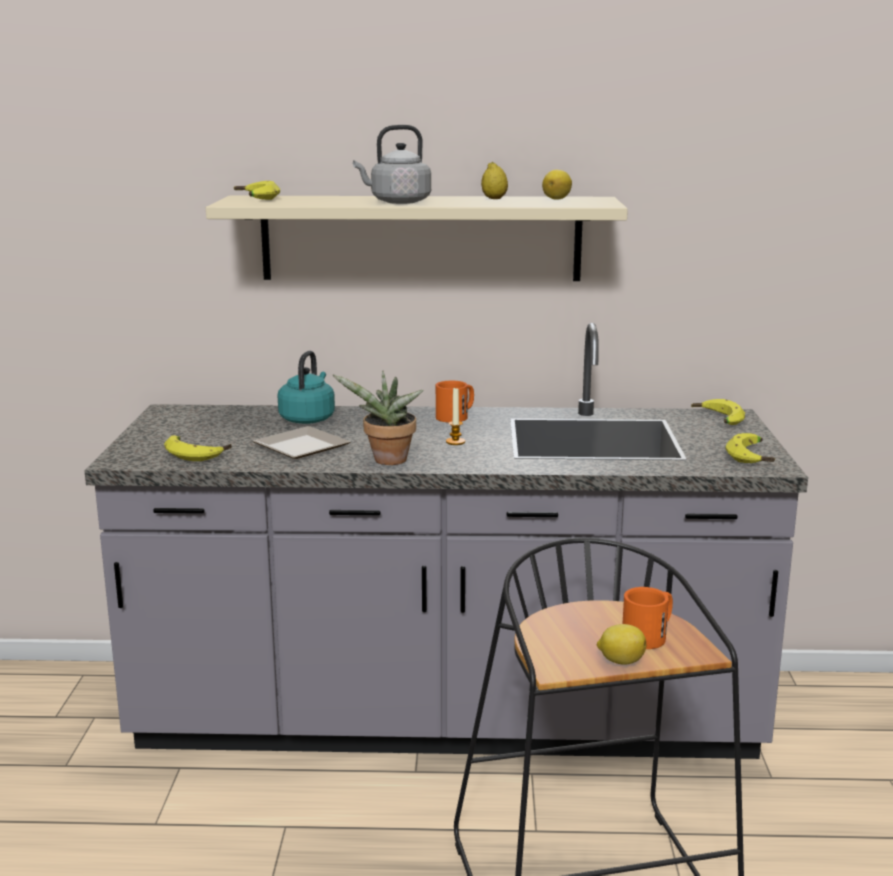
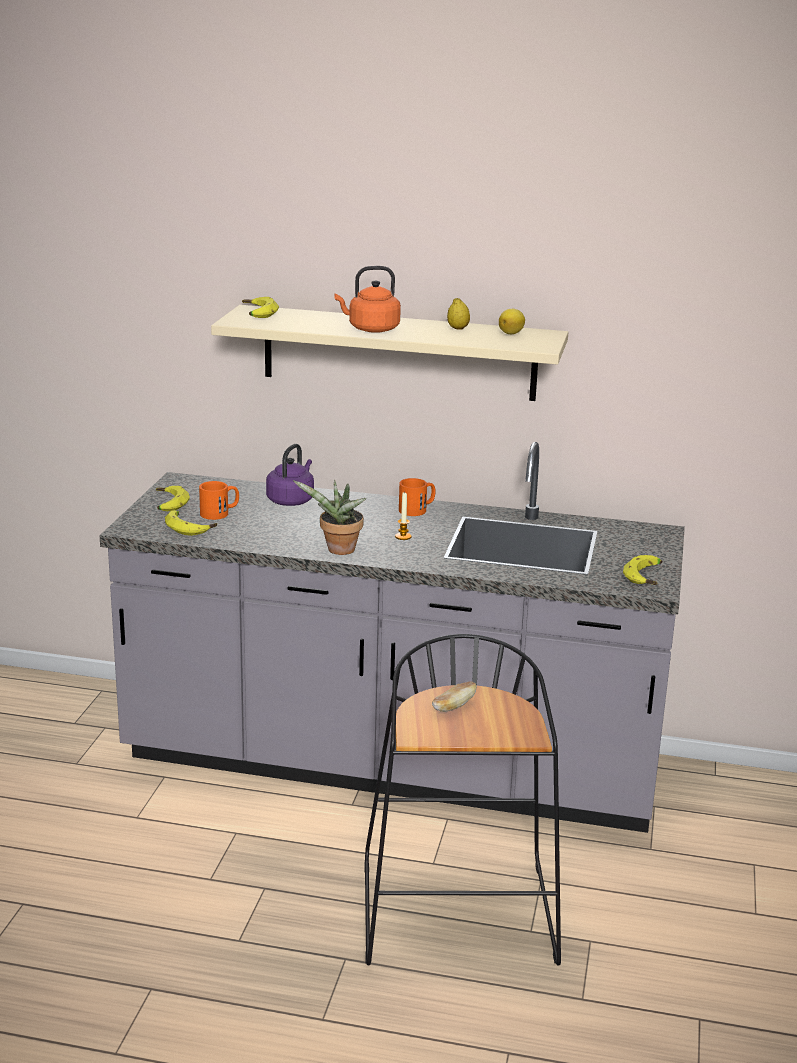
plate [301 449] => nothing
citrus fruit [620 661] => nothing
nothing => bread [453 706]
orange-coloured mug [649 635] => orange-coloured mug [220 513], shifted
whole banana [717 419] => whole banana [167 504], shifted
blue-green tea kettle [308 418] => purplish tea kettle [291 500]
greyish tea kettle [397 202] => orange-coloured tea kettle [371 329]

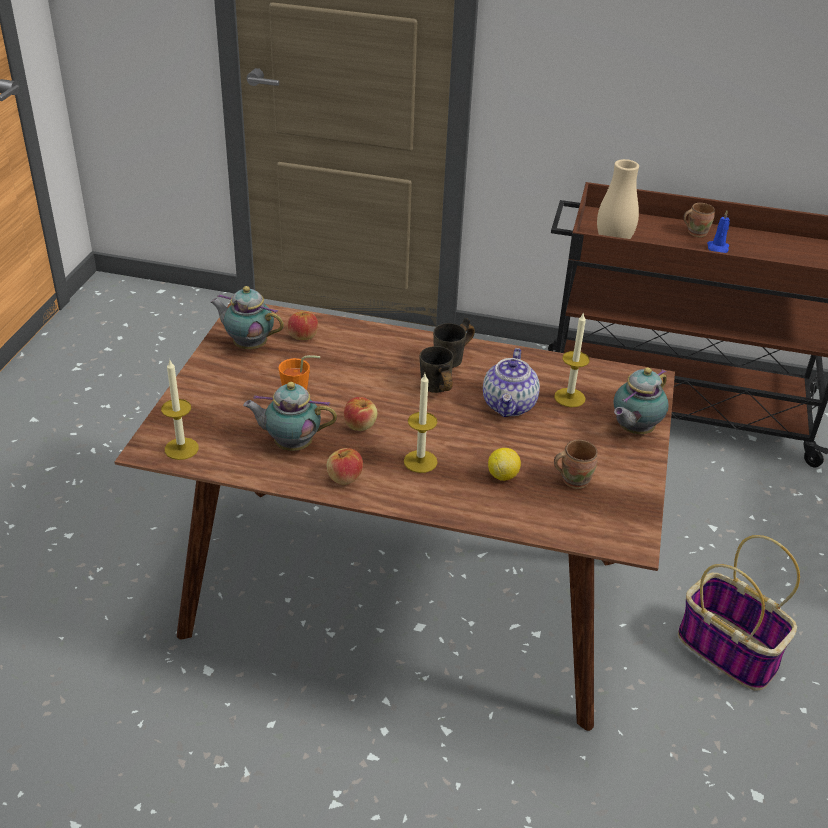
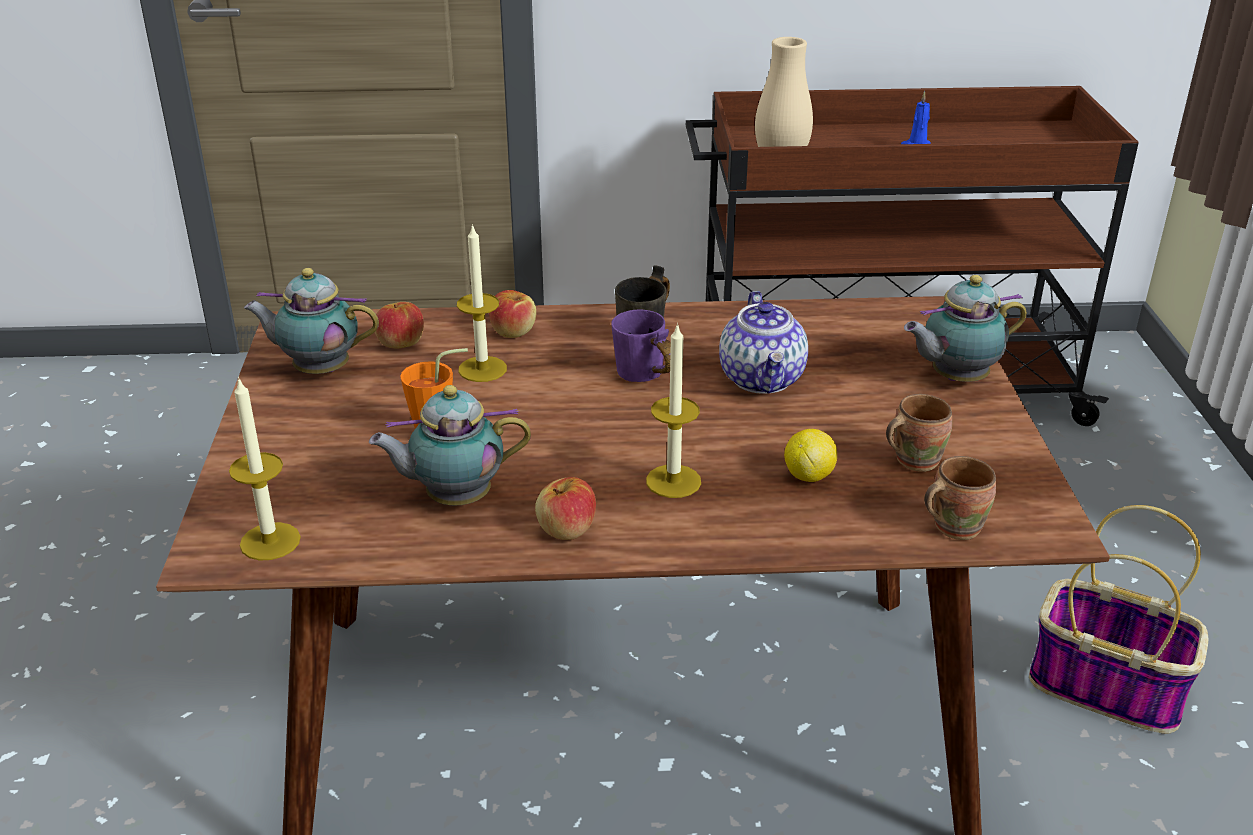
apple [360 425] => apple [513 331], shifted
wax light [569 397] => wax light [482 369], shifted
brown mug [695 232] => brown mug [952 525], shifted
greyish mug [434 391] => purplish mug [641 380]
teapot [633 430] => teapot [955 378], 45 degrees clockwise

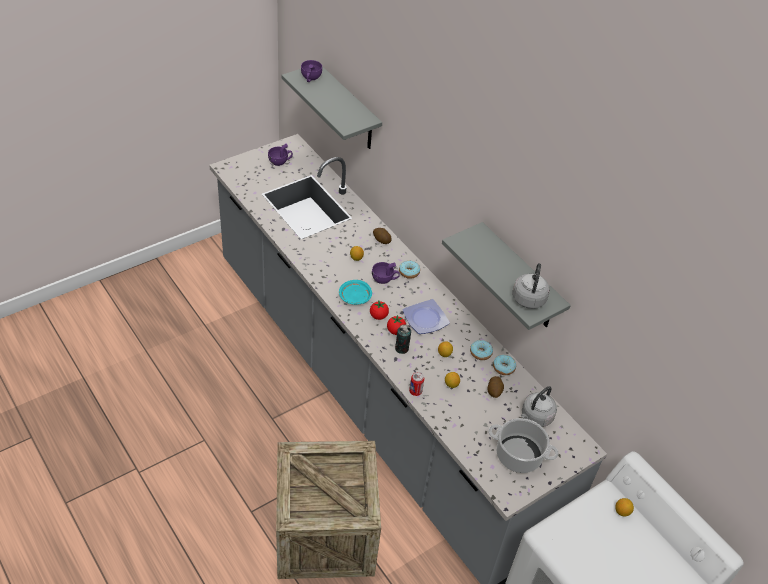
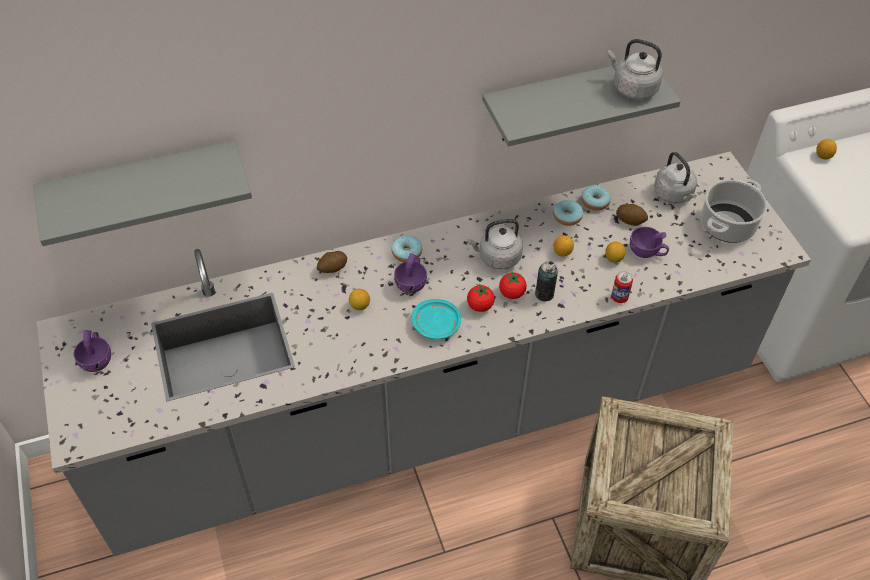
purplish cup [310 78] => purplish cup [647 252], shifted
plate [424 319] => greyish tea kettle [497 257]

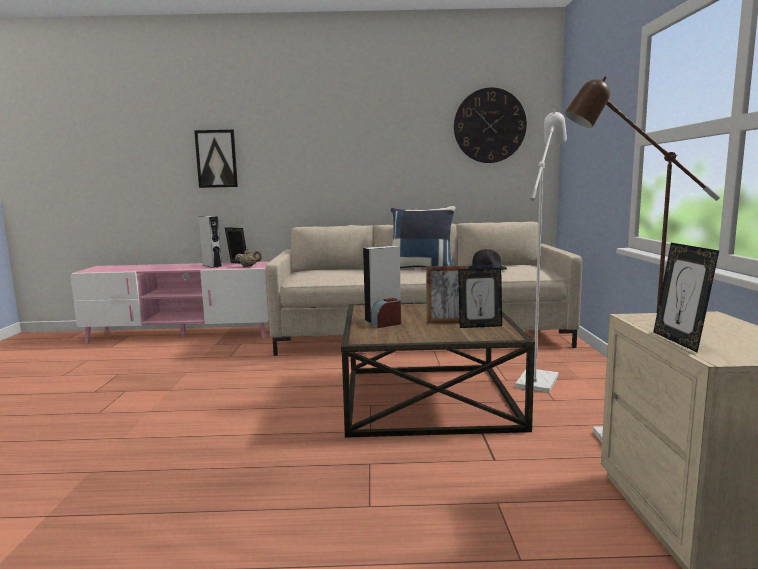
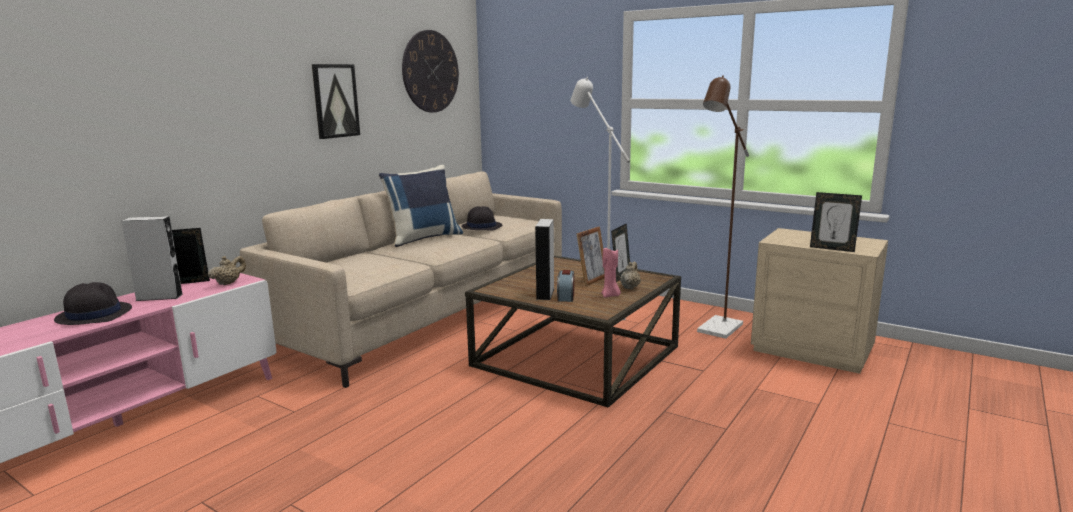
nothing => black-coloured hat [93 314]
nothing => pinkish wax light [610 295]
nothing => beige teapot [630 287]
wall art [216 159] => wall art [335 101], shifted

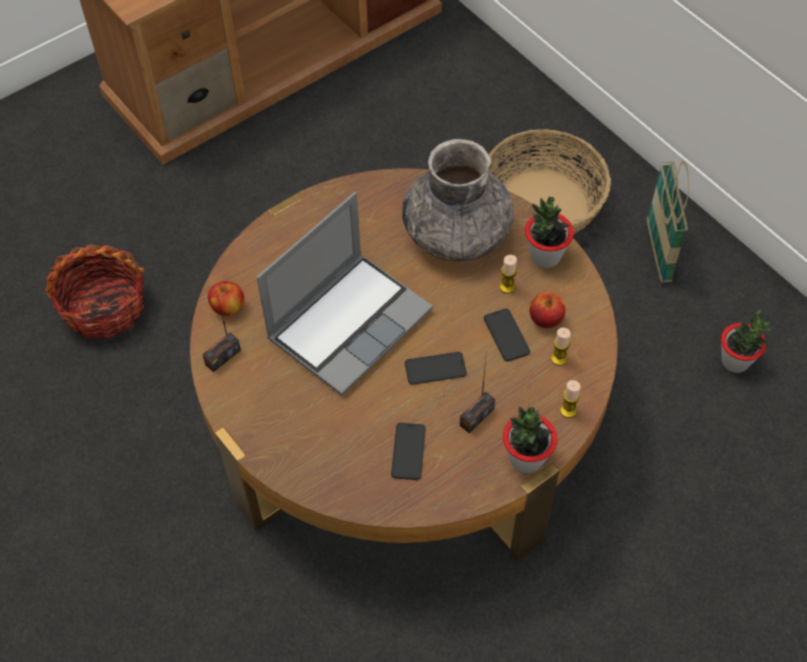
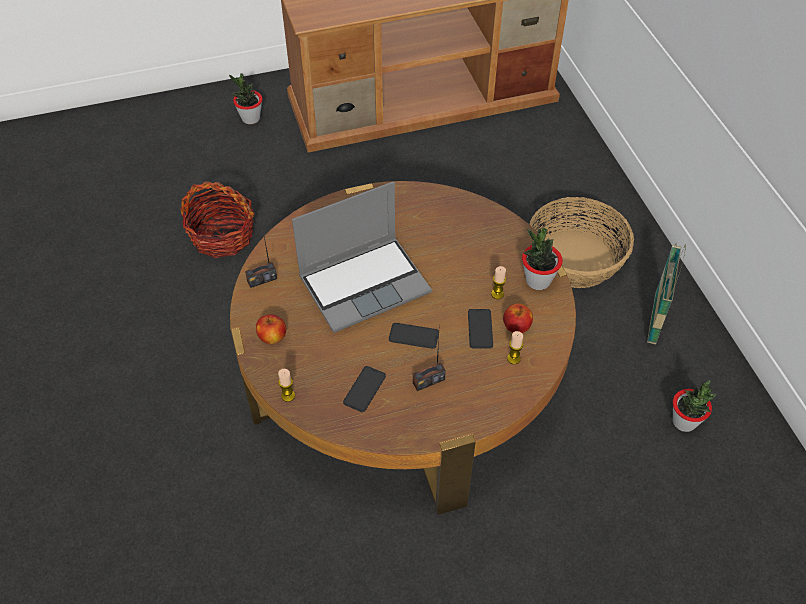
greyish flower vase [457 233] => nothing
apple [228 308] => apple [272 337], shifted
plant in a pot [526 459] => plant in a pot [250 118], shifted
wax light [568 410] => wax light [288 396], shifted

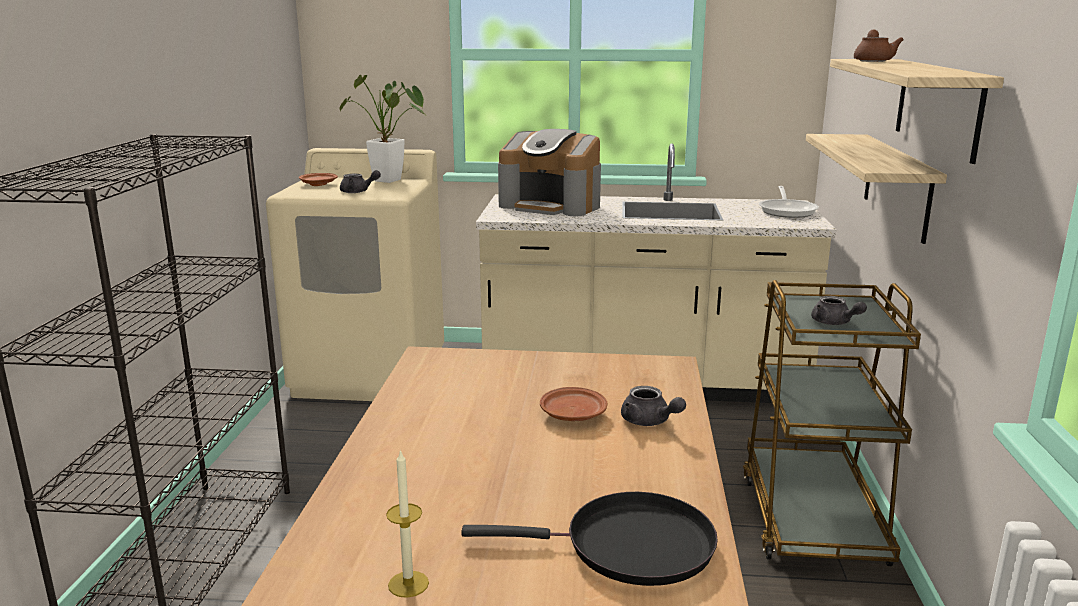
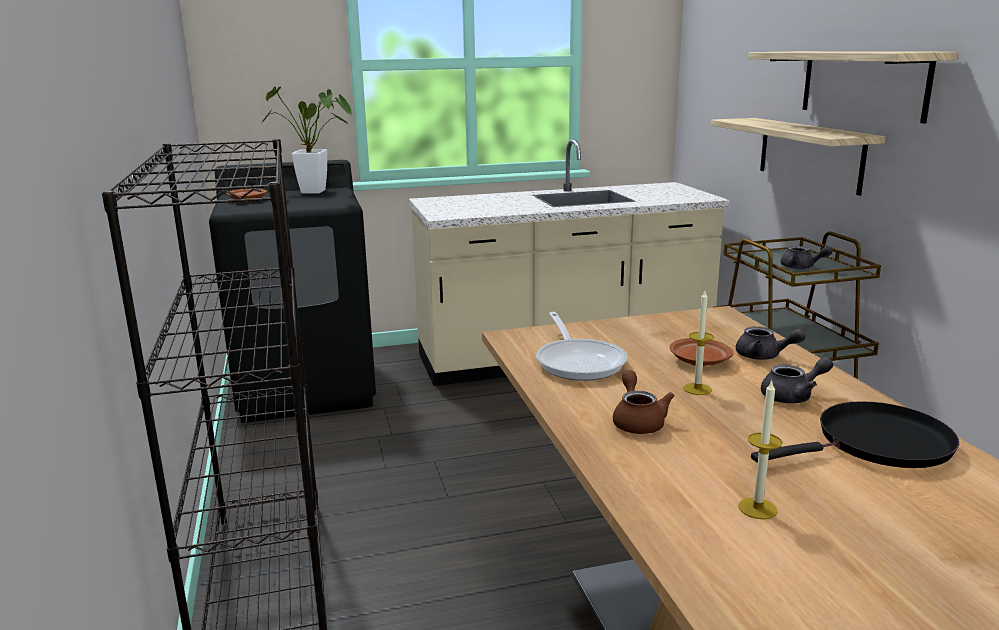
coffee machine [551 206] => nothing
nothing => wax light [697 389]
greyish teapot [358 192] => greyish teapot [793 396], shifted
frying pan [787 211] => frying pan [579 362], shifted
brown teapot [873 60] => brown teapot [637 421], shifted
beige laundry machine [371 373] => black-coloured laundry machine [307 388]

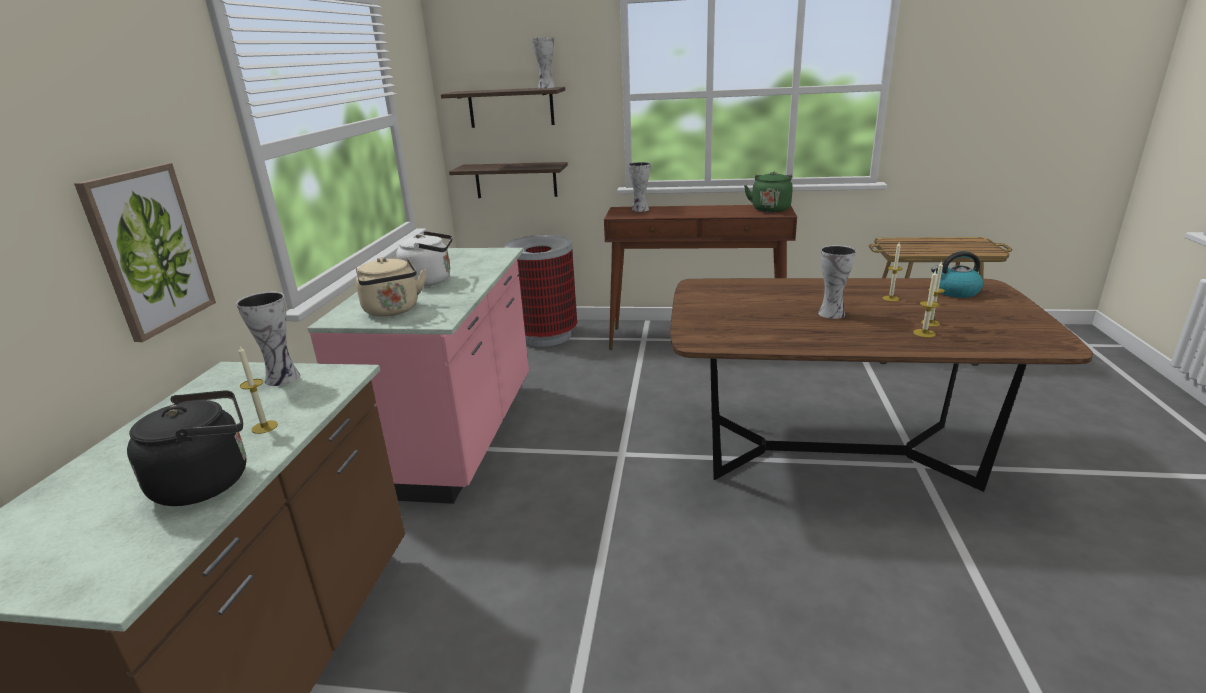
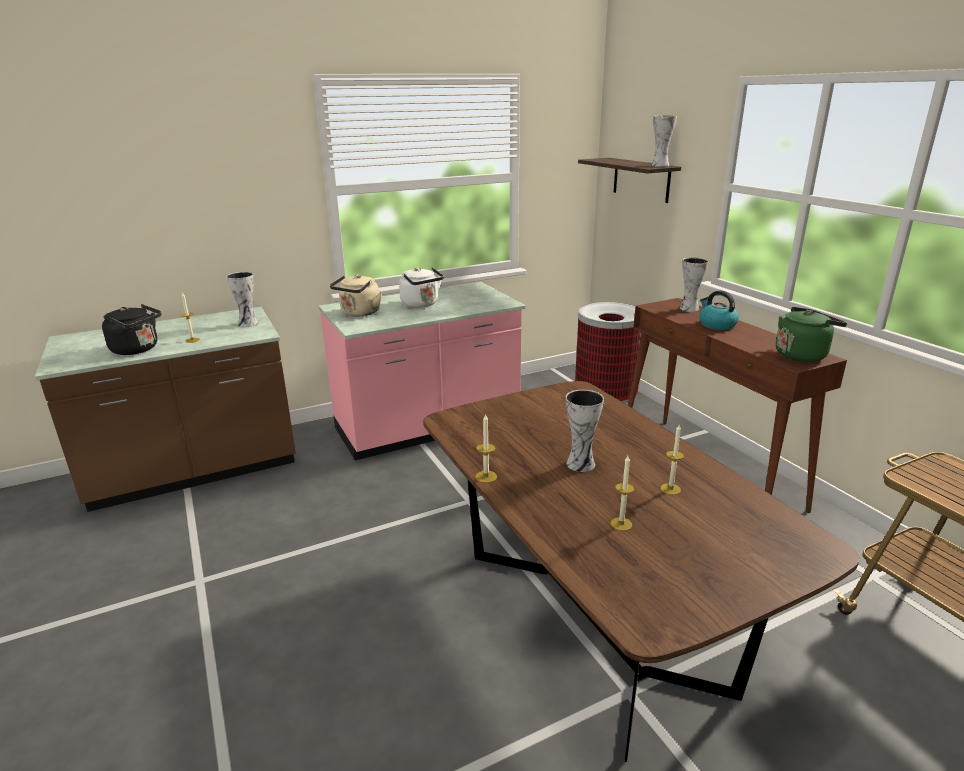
wall art [149 250] => nothing
wall shelf [516 180] => nothing
wax light [924 333] => wax light [486 476], shifted
tea kettle [955 292] => tea kettle [716 325], shifted

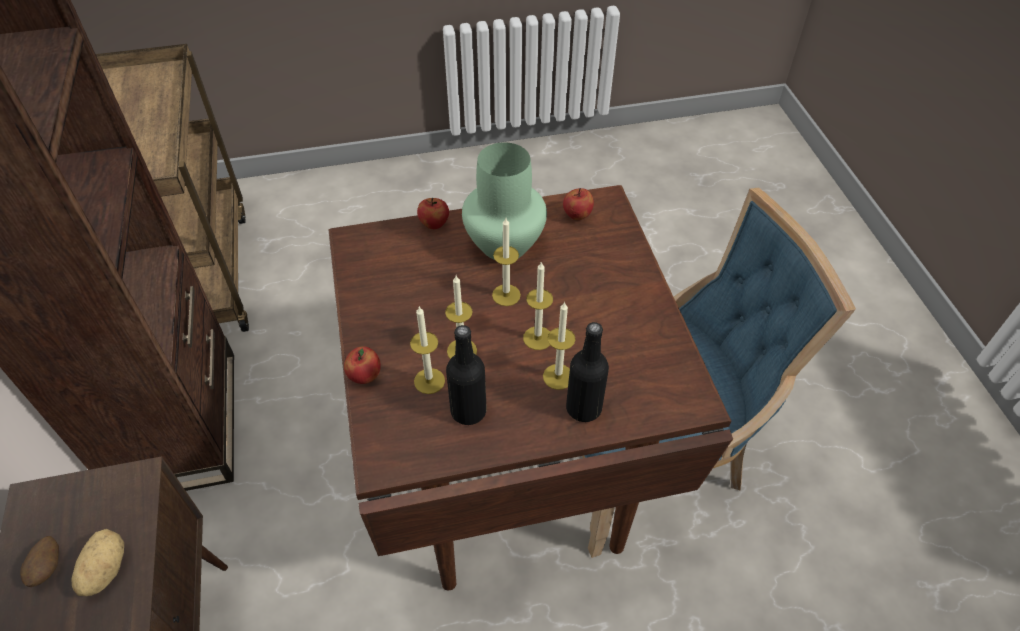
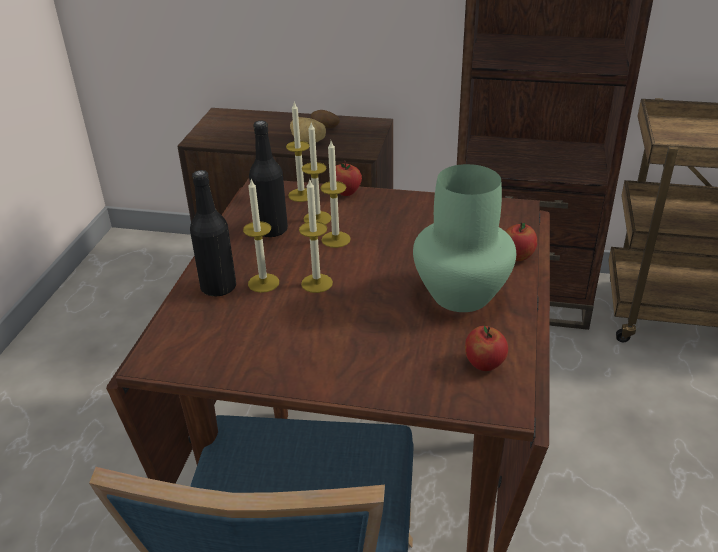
wax light [506 295] => wax light [301 195], shifted

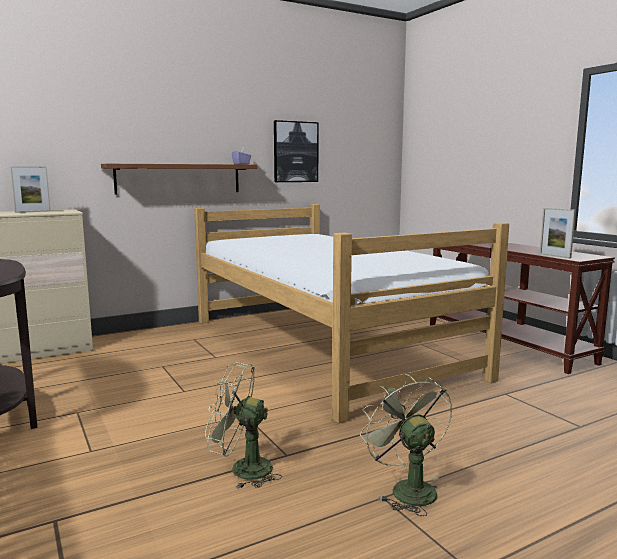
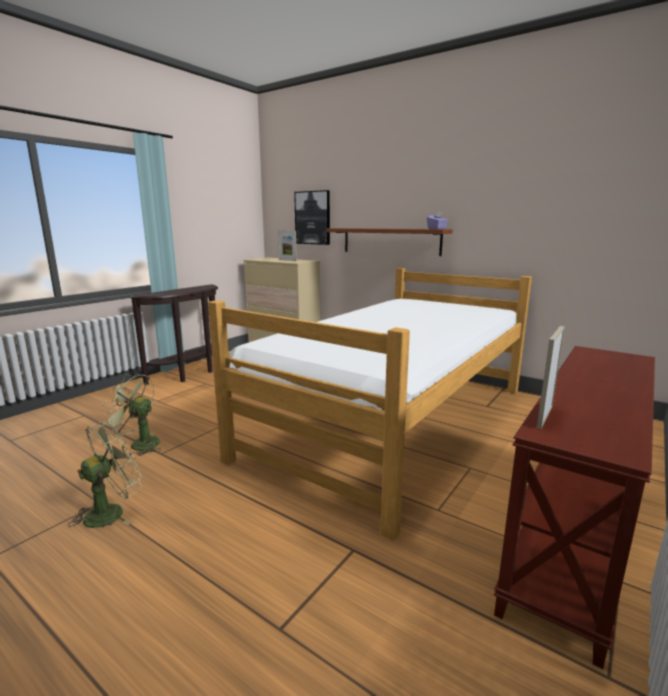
wall art [295 152] => wall art [313 218], shifted
greenish fan [242 469] => greenish fan [139 444], 60 degrees counterclockwise

